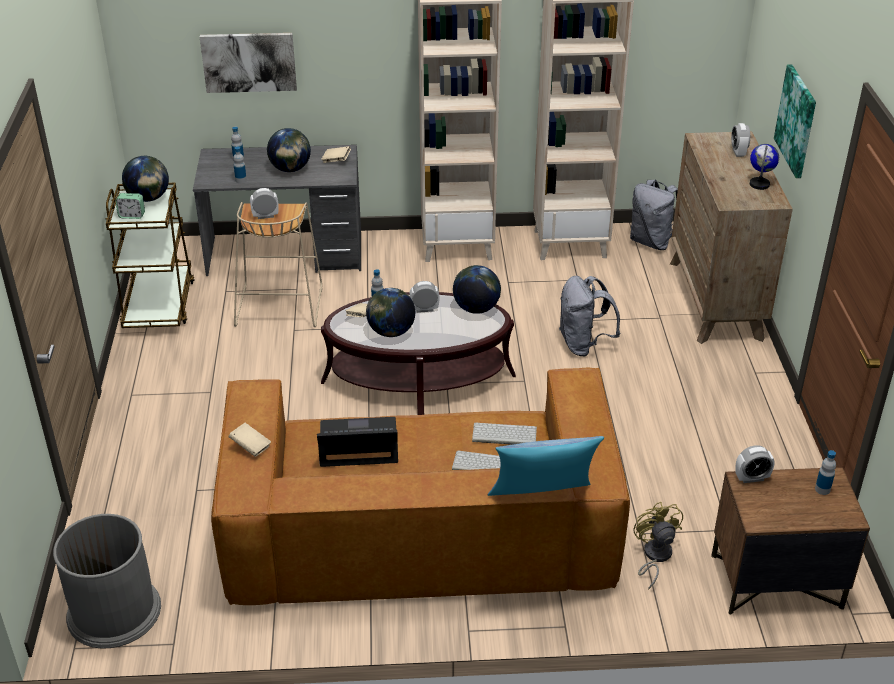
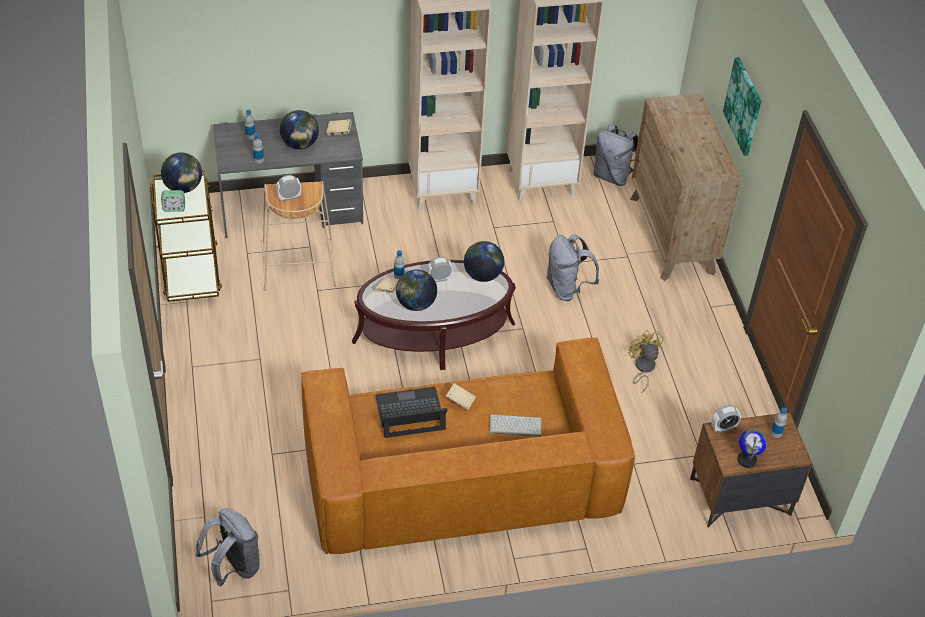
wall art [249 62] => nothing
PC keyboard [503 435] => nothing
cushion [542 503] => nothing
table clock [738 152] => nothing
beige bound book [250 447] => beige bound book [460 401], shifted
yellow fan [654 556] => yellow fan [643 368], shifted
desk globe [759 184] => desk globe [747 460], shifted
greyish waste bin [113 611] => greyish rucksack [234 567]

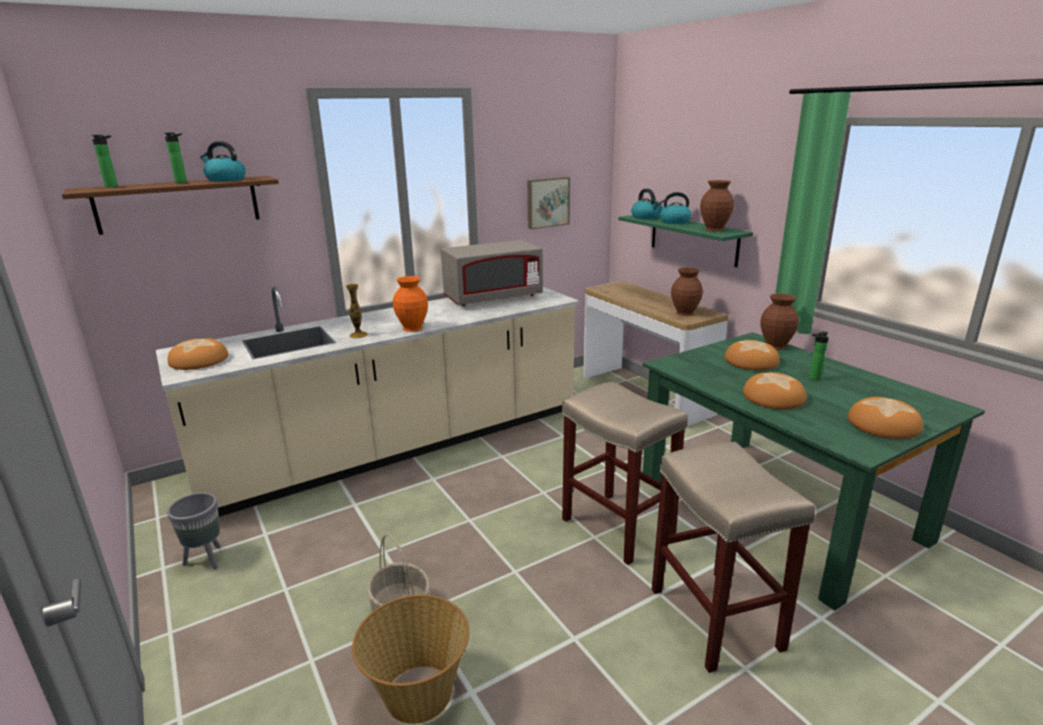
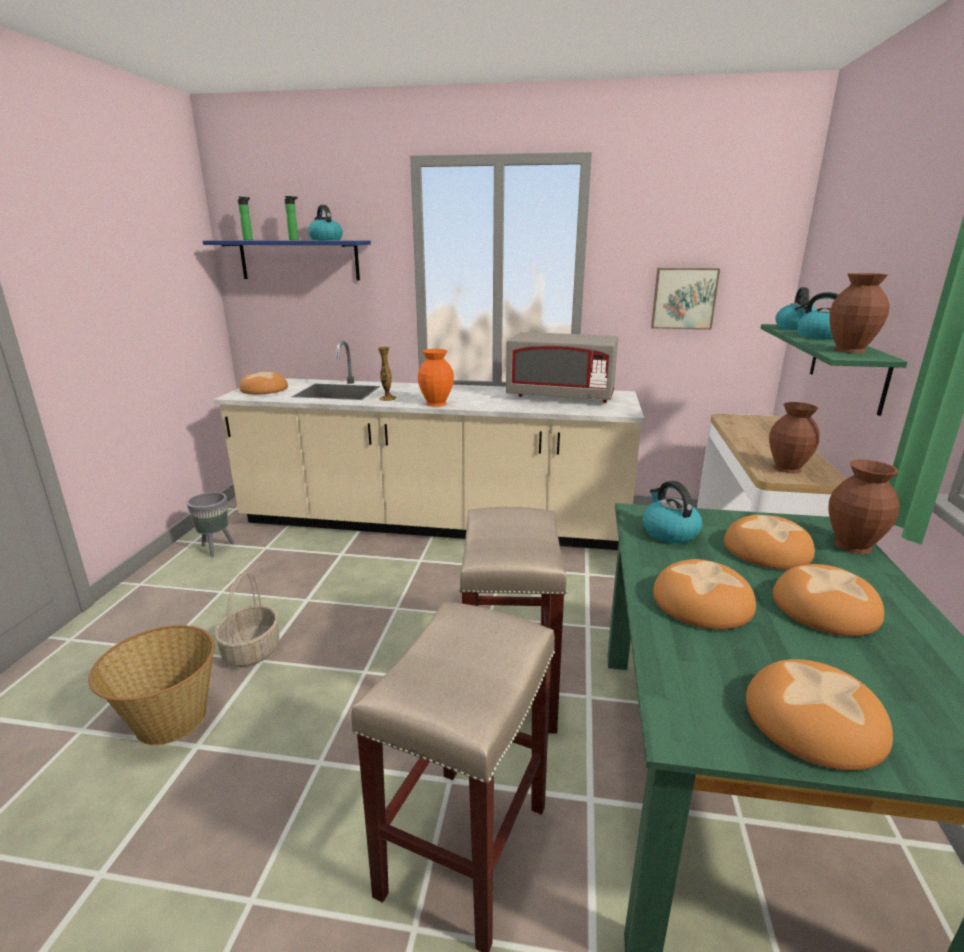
nothing => tea kettle [669 532]
bottle [813 379] => bread [824 607]
brown wall shelf [178 204] => blue-coloured wall shelf [299 260]

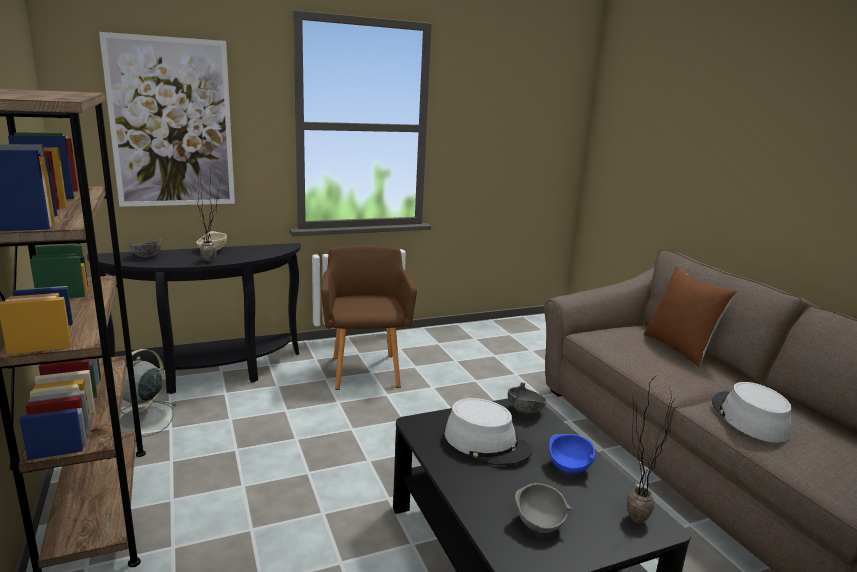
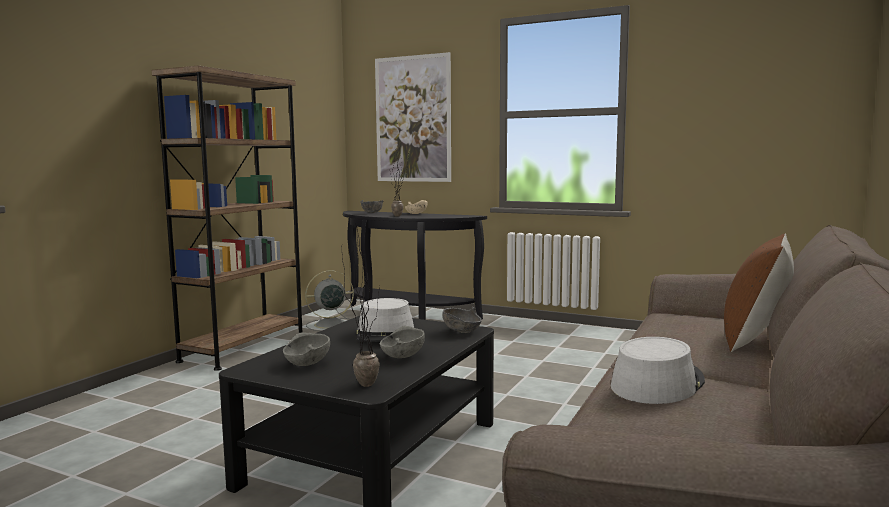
brown easy chair [366 369] => nothing
blue-coloured deep dish [569 467] => greyish deep dish [402 356]

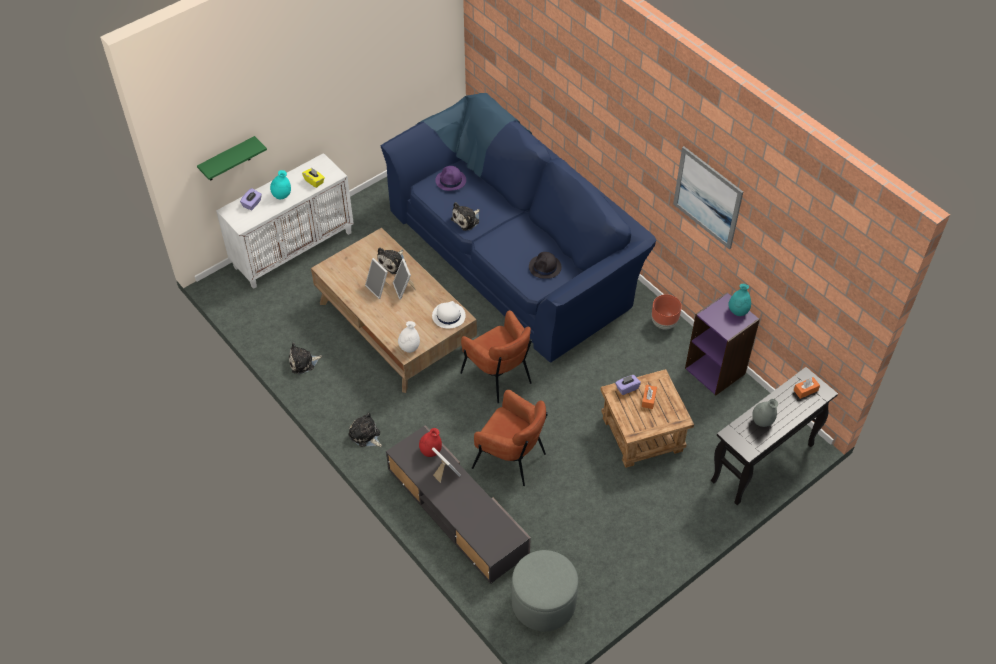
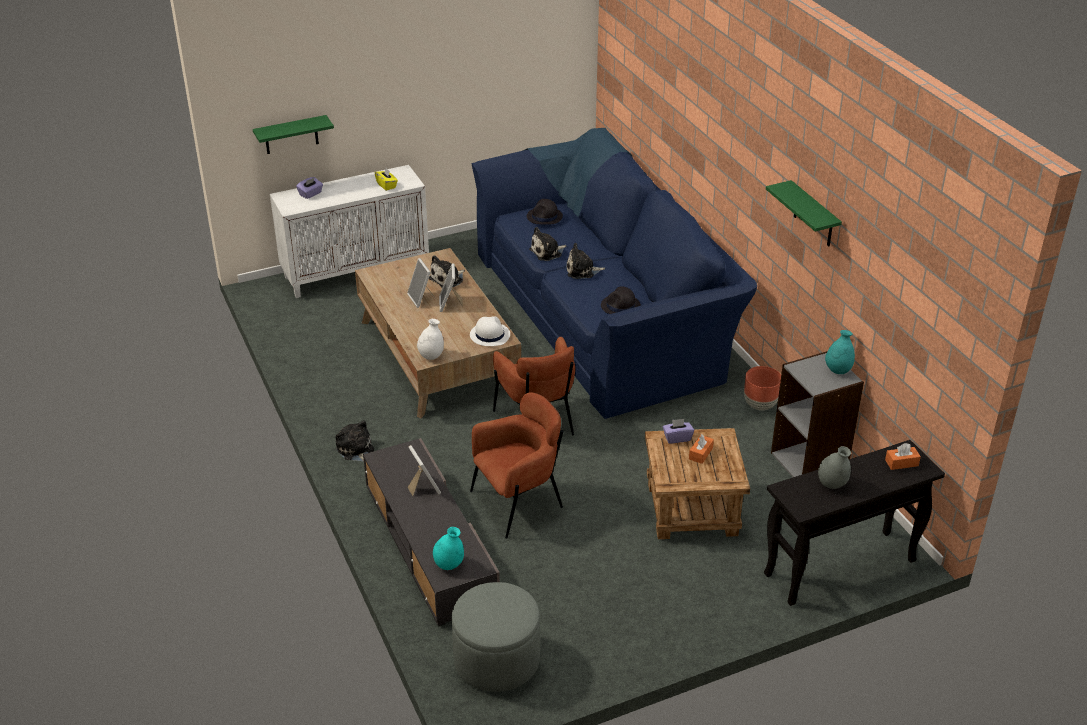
red-coloured flower vase [431 451] => nothing
blue-green flower vase [282 195] => blue-green flower vase [449 564], shifted
soft toy [303 362] => soft toy [582 271], shifted
wall art [707 197] => greenish wall shelf [813 215]
purplish hat [451 181] => black-coloured hat [544 217]
purplish bookshelf [715 370] => greyish bookshelf [809 462]
brown easy chair [511 458] => brown easy chair [518 503], 75 degrees counterclockwise

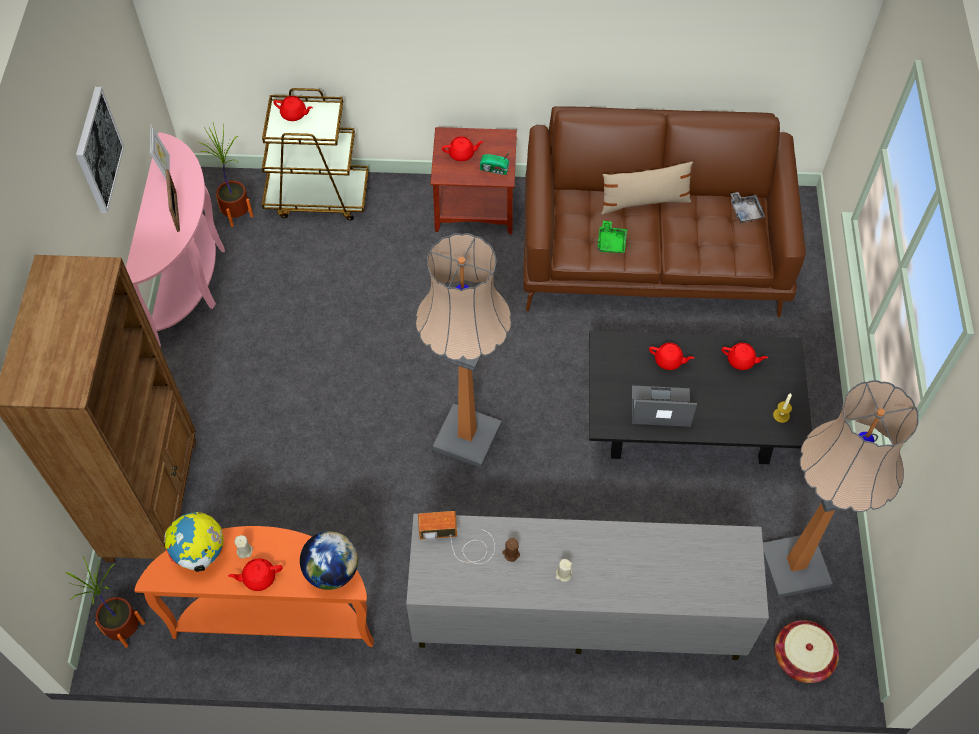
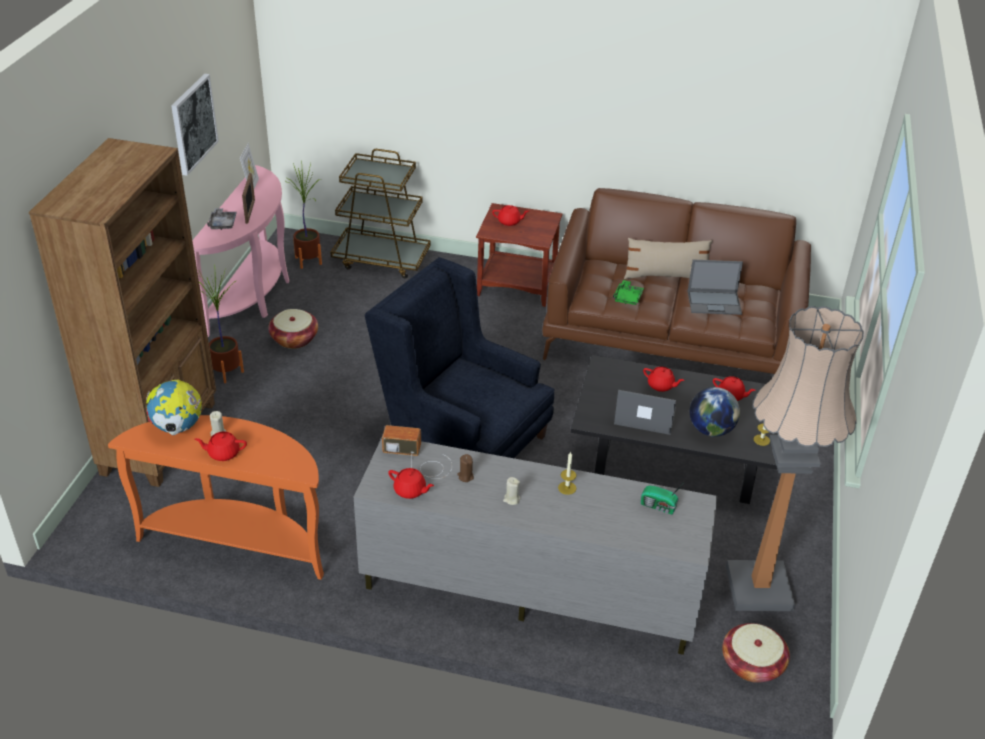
nothing => household basket [294 339]
nothing => wax light [567 488]
nothing => portable computer [714 302]
plant in a pot [124 628] => plant in a pot [226 372], shifted
red-coloured teapot [294 114] => red-coloured teapot [410 491], shifted
desk globe [332 571] => desk globe [711 430], shifted
radio [495 169] => radio [659 506], shifted
greyish carrying tray [745 211] => greyish carrying tray [223 223], shifted
standing lamp [467 437] => blue-coloured easy chair [461 439]

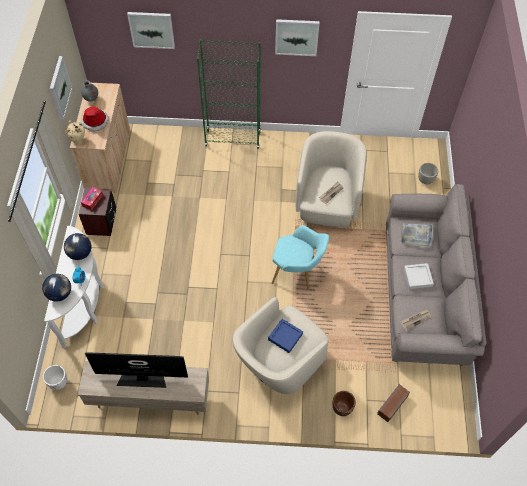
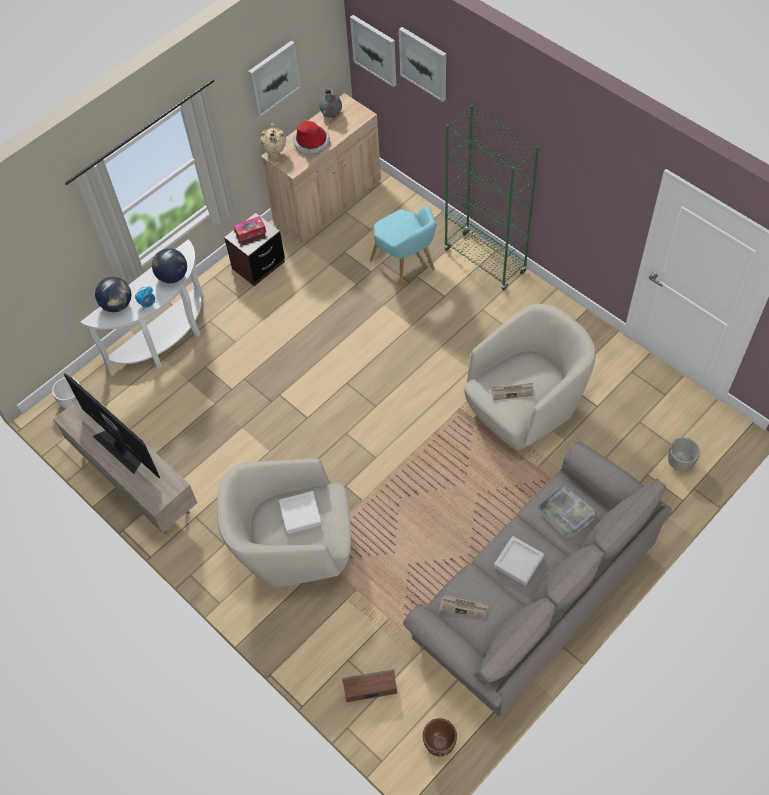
blue-green easy chair [297 273] => blue-green easy chair [406 267], shifted
wall art [296 37] => wall art [375 50], shifted
brown flower pot [342 408] => brown flower pot [439 743], shifted
blue-coloured carrying tray [285 337] => white-coloured carrying tray [300 514]

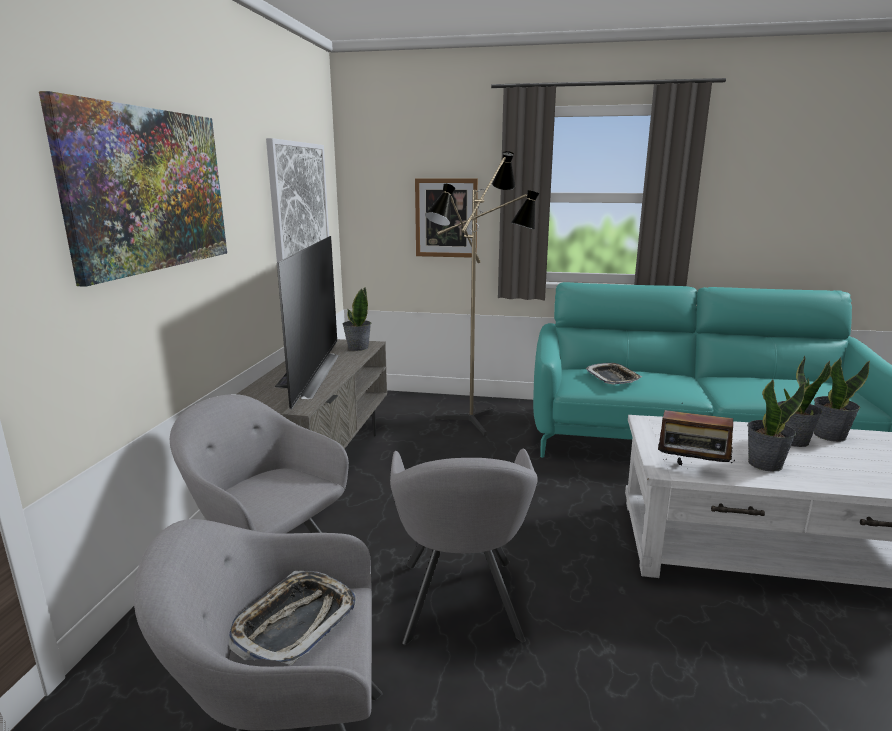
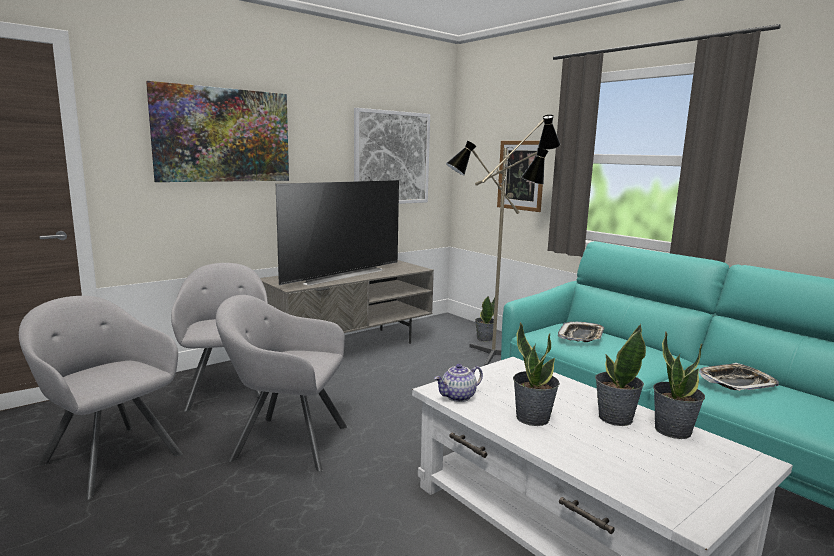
carrying tray [294 622] => carrying tray [736 382], shifted
plant in a pot [357 348] => plant in a pot [484 338], shifted
radio [691 469] => teapot [458 397]
greyish easy chair [461 604] => greyish easy chair [285 442], 60 degrees clockwise

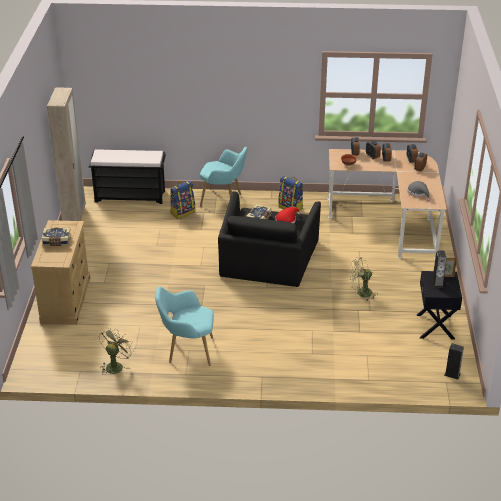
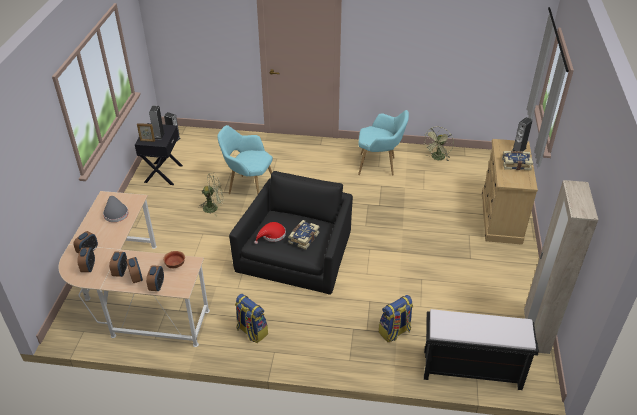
nothing => speaker [519 149]
blue-green easy chair [224 200] => blue-green easy chair [248 188], shifted

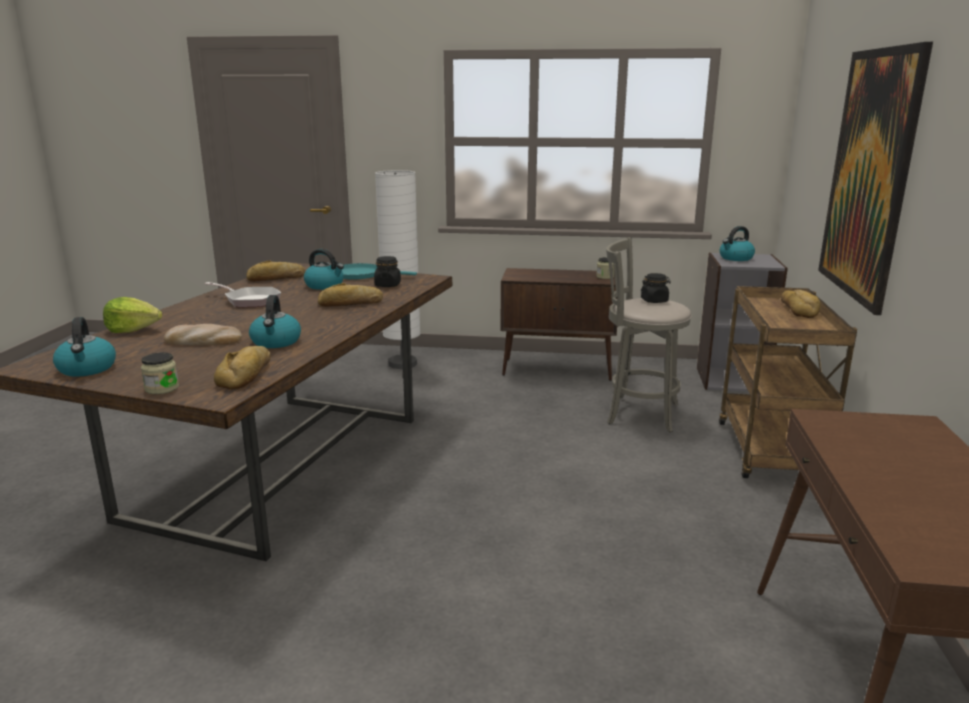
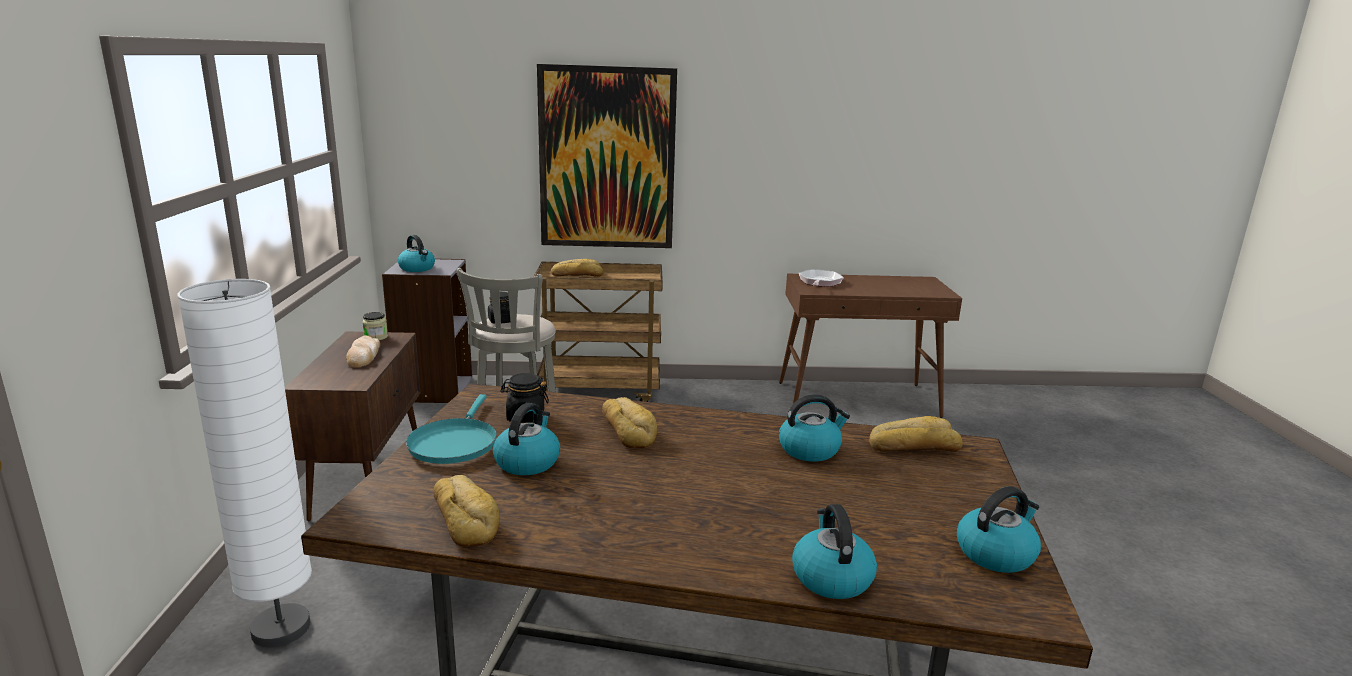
storage jar [162 388] => nothing
bread [203 341] => bread [363 355], shifted
frying pan [249 300] => frying pan [819 283], shifted
head of lettuce [133 329] => tea kettle [831 577]

